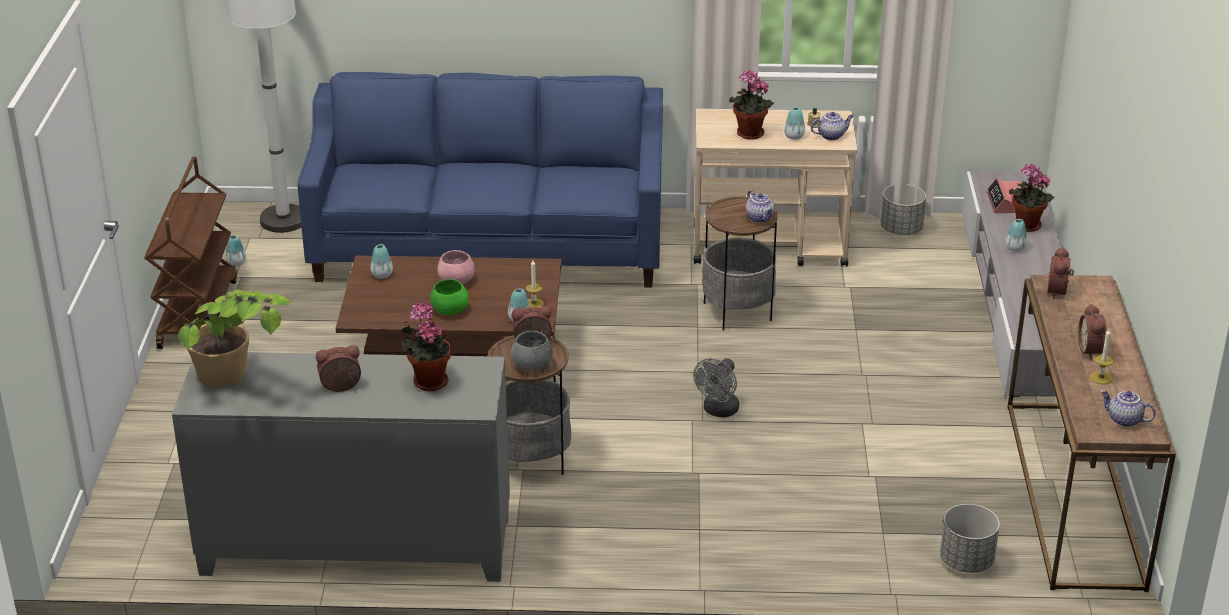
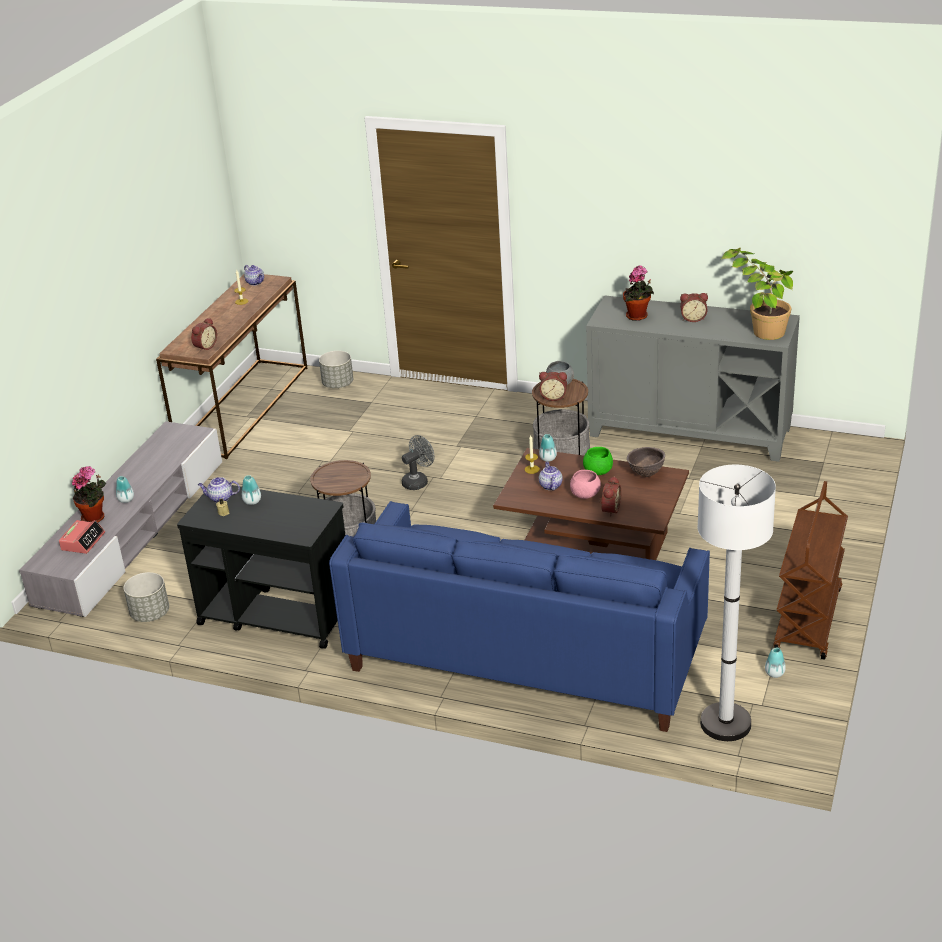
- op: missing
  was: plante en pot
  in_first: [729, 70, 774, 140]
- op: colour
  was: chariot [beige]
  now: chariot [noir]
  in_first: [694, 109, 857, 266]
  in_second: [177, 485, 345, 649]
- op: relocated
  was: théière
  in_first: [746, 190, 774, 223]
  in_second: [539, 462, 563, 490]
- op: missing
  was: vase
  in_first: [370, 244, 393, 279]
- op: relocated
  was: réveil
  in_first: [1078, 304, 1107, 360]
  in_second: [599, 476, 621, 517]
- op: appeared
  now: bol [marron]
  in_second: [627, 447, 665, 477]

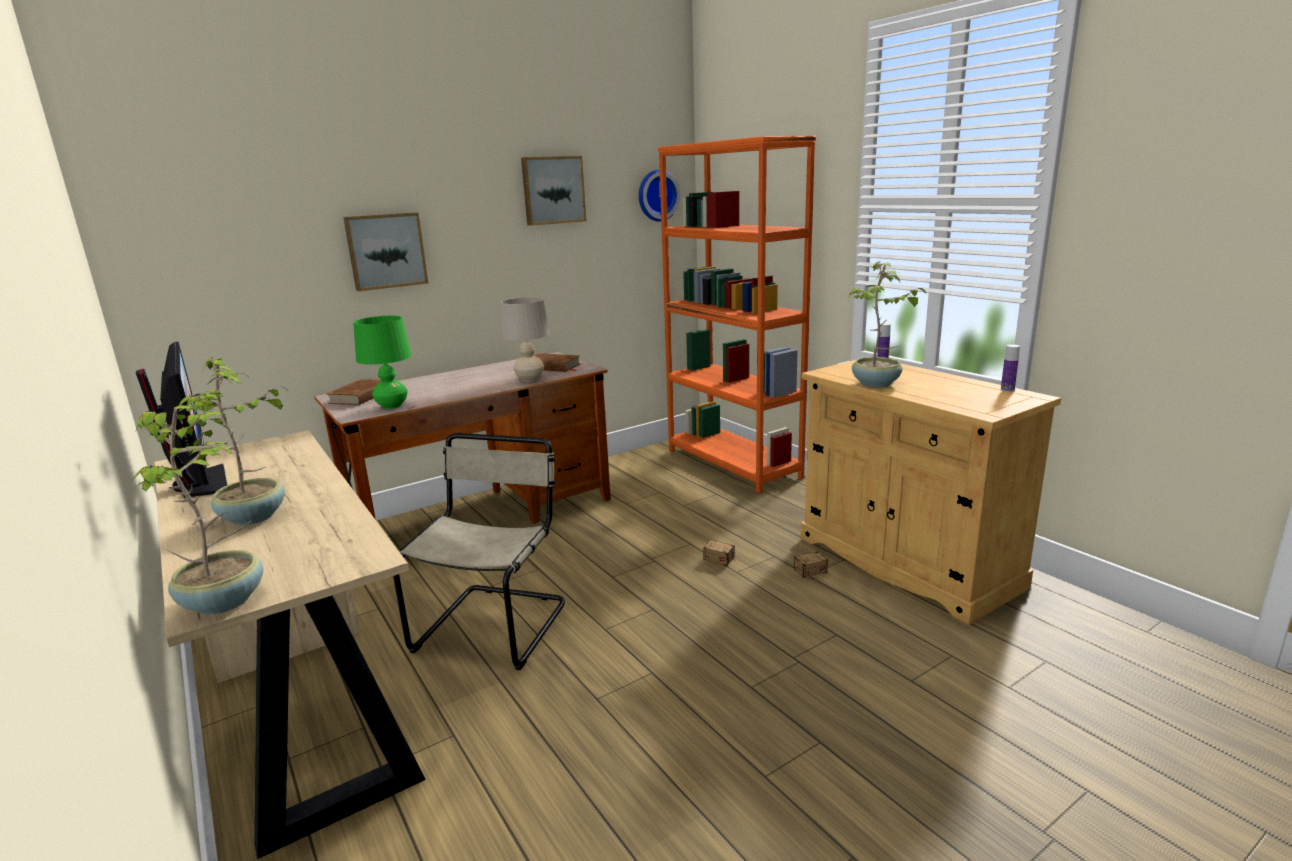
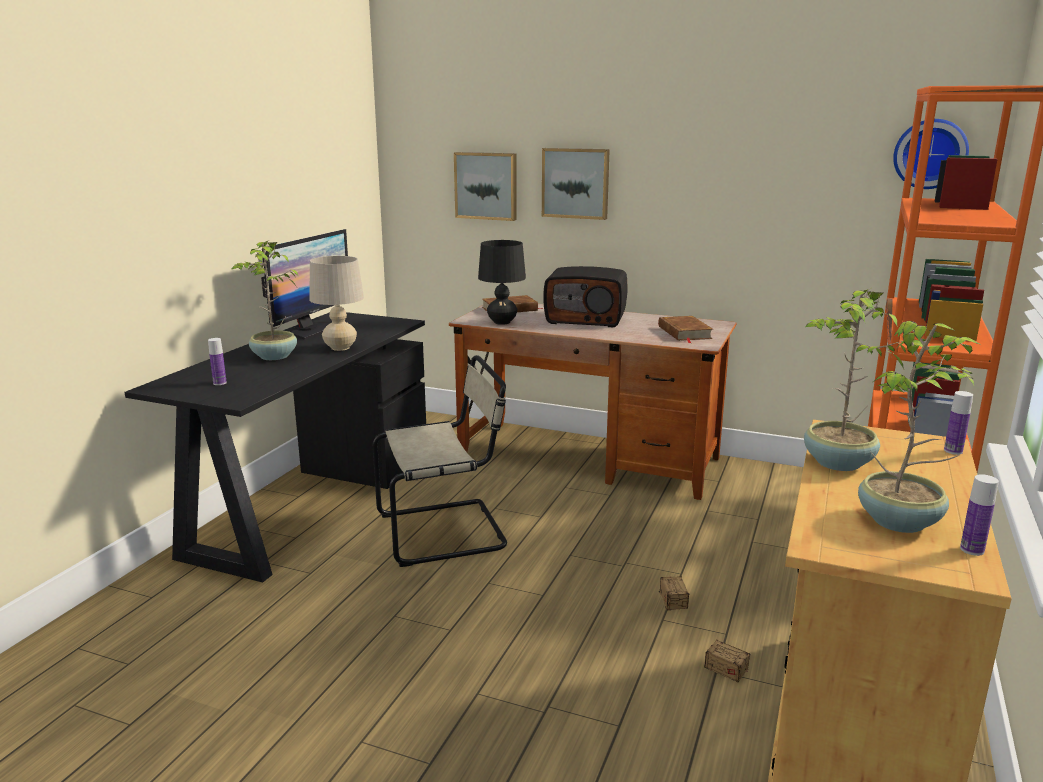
- op: relocated
  was: tableau
  in_first: [521, 156, 586, 226]
  in_second: [454, 152, 517, 221]
- op: relocated
  was: lampe de table [beige]
  in_first: [501, 297, 550, 382]
  in_second: [309, 256, 364, 351]
- op: colour
  was: lampe de table [vert]
  now: lampe de table [noir]
  in_first: [353, 316, 412, 409]
  in_second: [478, 240, 526, 325]
- op: relocated
  was: plante en pot
  in_first: [130, 405, 263, 615]
  in_second: [858, 321, 982, 533]
- op: colour
  was: bureau [beige]
  now: bureau [noir]
  in_first: [154, 430, 426, 859]
  in_second: [125, 312, 426, 583]
- op: appeared
  now: radio
  in_second: [543, 266, 627, 327]
- op: appeared
  now: bouteille
  in_second: [208, 338, 227, 385]

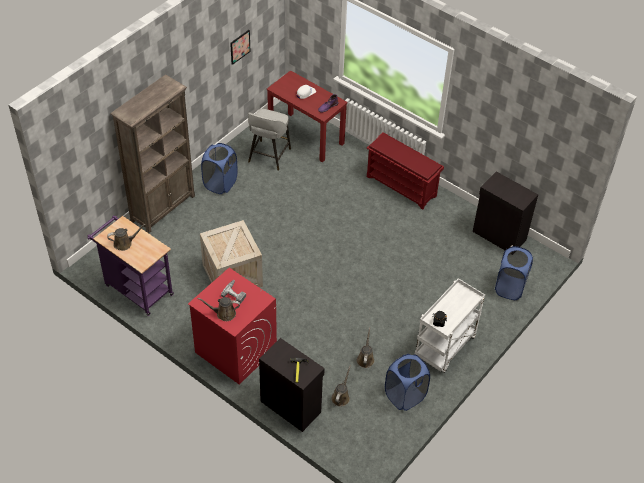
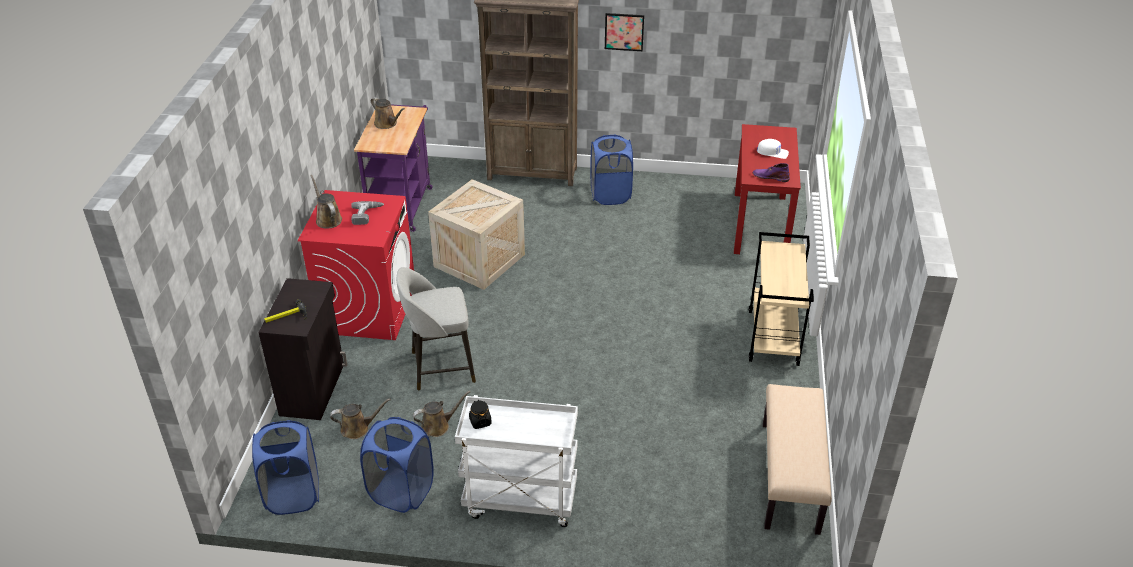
- op: relocated
  was: tableau
  in_first: [230, 30, 251, 65]
  in_second: [605, 13, 644, 51]
- op: relocated
  was: tabouret [gris]
  in_first: [248, 109, 291, 171]
  in_second: [396, 267, 476, 391]
- op: exchanged
  was: étagère à chaussures [rouge]
  now: chariot [beige]
  in_first: [367, 132, 444, 210]
  in_second: [749, 232, 814, 366]
- op: exchanged
  was: meuble de rangement [noir]
  now: banc [beige]
  in_first: [473, 172, 538, 250]
  in_second: [763, 384, 832, 535]
- op: relocated
  was: panier à linge [bleu]
  in_first: [495, 246, 533, 300]
  in_second: [252, 420, 319, 515]

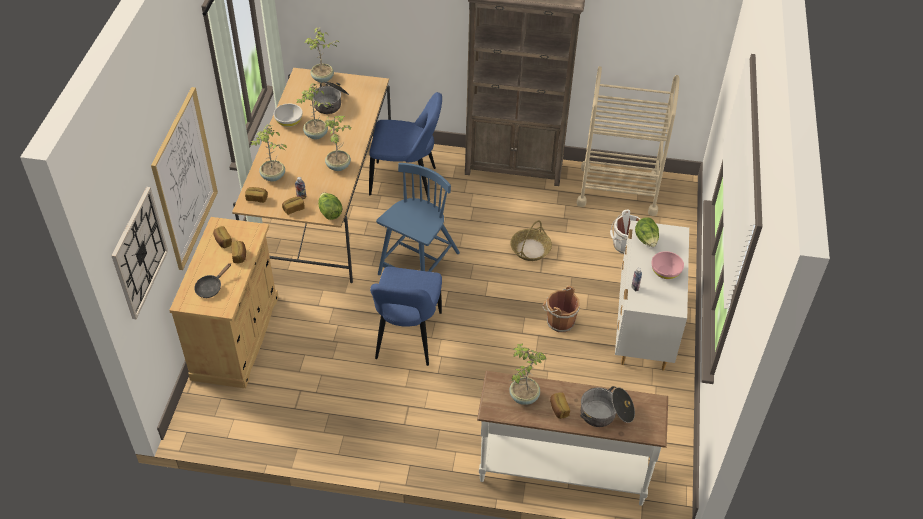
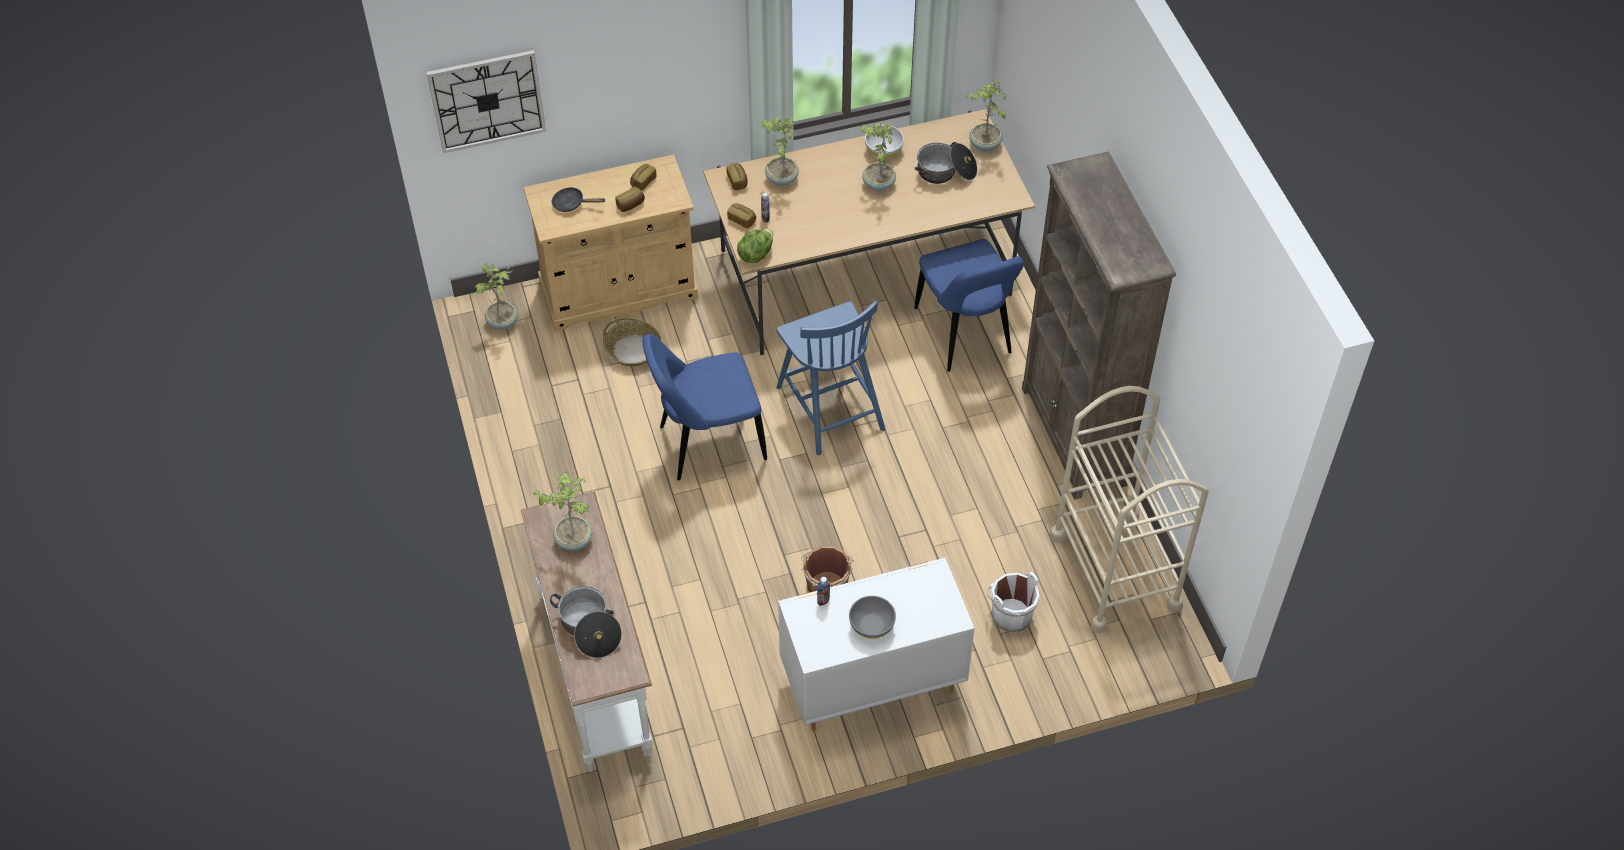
- op: missing
  was: tableau
  in_first: [151, 87, 218, 270]
- op: relocated
  was: plante en pot
  in_first: [324, 116, 353, 171]
  in_second: [475, 263, 518, 330]
- op: spun
  was: chaise [bleu]
  in_first: [376, 163, 460, 275]
  in_second: [776, 300, 885, 455]
  clockwise: 60
- op: missing
  was: laitue
  in_first: [635, 217, 659, 247]
- op: relocated
  was: panier
  in_first: [510, 220, 552, 261]
  in_second: [603, 317, 661, 366]
- op: colour
  was: bol [rose]
  now: bol [gris]
  in_first: [652, 251, 684, 279]
  in_second: [849, 596, 896, 639]
- op: missing
  was: pain
  in_first: [550, 392, 570, 419]

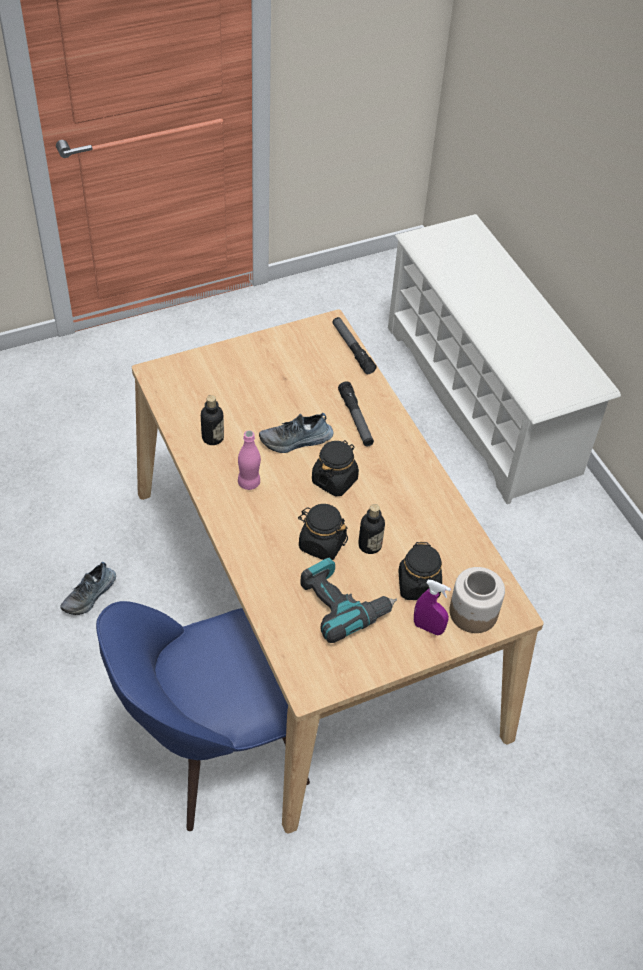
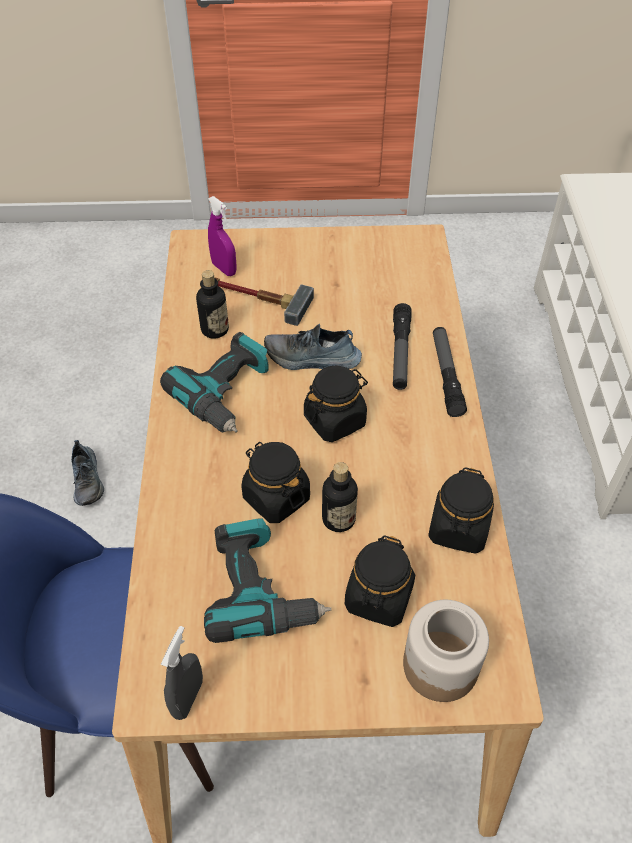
- op: relocated
  was: lampe de poche
  in_first: [333, 317, 376, 374]
  in_second: [433, 327, 467, 417]
- op: exchanged
  was: bouteille [rose]
  now: perceuse
  in_first: [238, 430, 261, 490]
  in_second: [160, 332, 269, 433]
- op: spun
  was: chaussure
  in_first: [60, 562, 116, 615]
  in_second: [71, 440, 104, 506]
  clockwise: -75
- op: relocated
  was: vaporisateur [violet]
  in_first: [414, 580, 451, 635]
  in_second: [208, 196, 237, 276]
- op: appeared
  now: marteau
  in_second: [214, 277, 314, 326]
- op: appeared
  now: bocal [noir]
  in_second: [428, 467, 494, 554]
- op: appeared
  now: vaporisateur [gris]
  in_second: [161, 626, 203, 720]

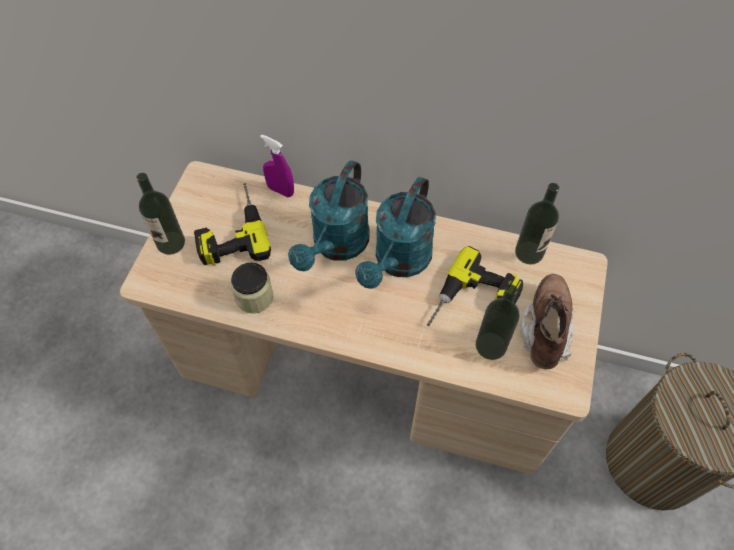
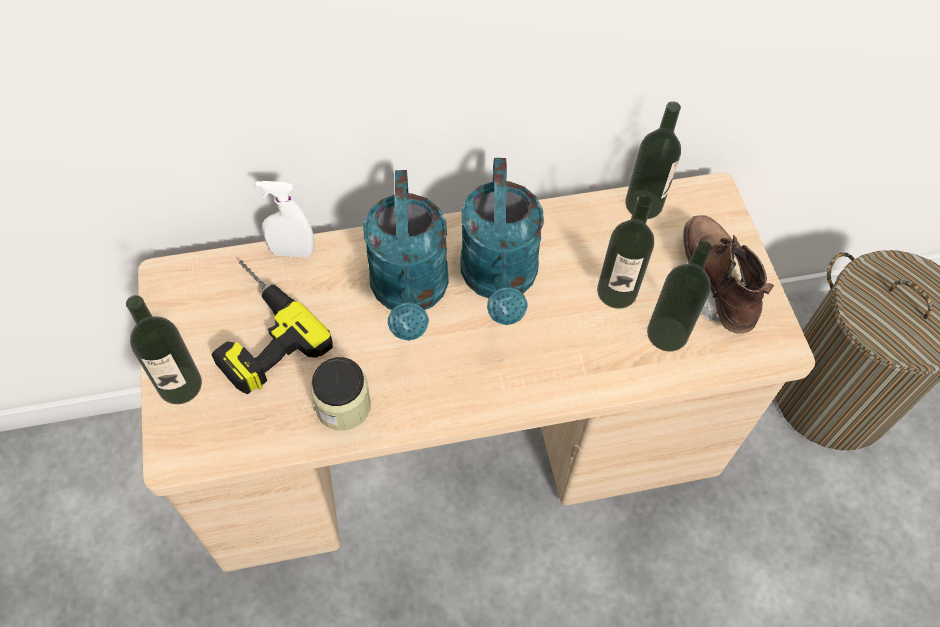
- op: colour
  was: vaporisateur [violet]
  now: vaporisateur [blanc]
  in_first: [260, 134, 294, 198]
  in_second: [256, 181, 314, 257]
- op: exchanged
  was: perceuse
  now: bouteille
  in_first: [427, 246, 523, 326]
  in_second: [597, 195, 654, 309]

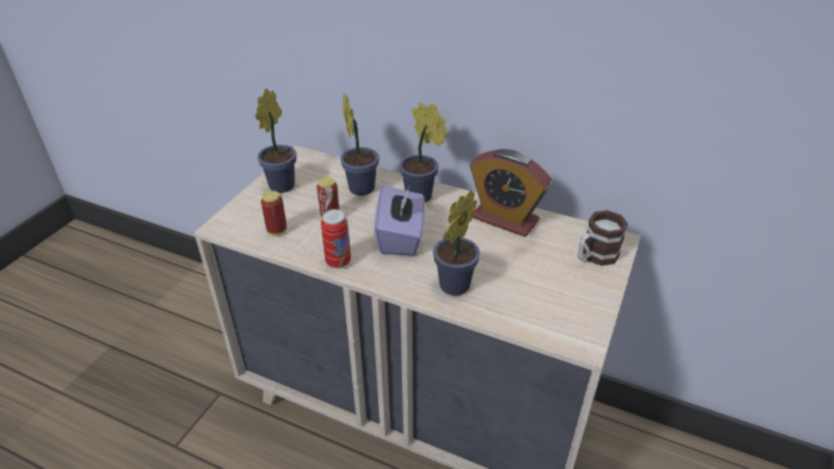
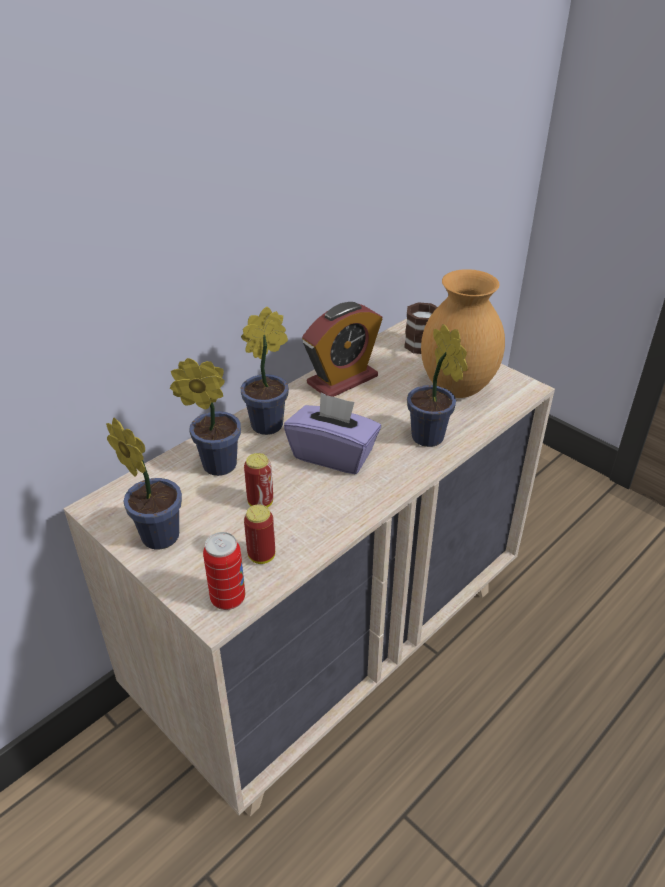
- op: relocated
  was: boîte métallique
  in_first: [321, 209, 351, 268]
  in_second: [203, 532, 245, 610]
- op: appeared
  now: vase [marron]
  in_second: [421, 269, 505, 398]

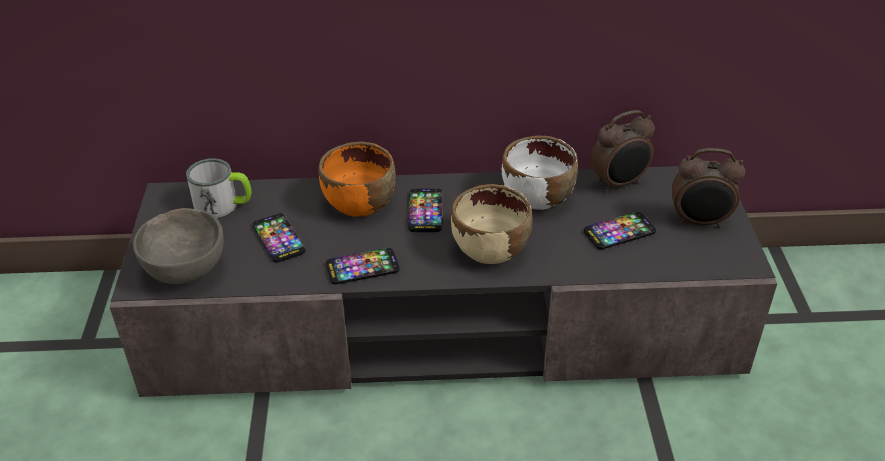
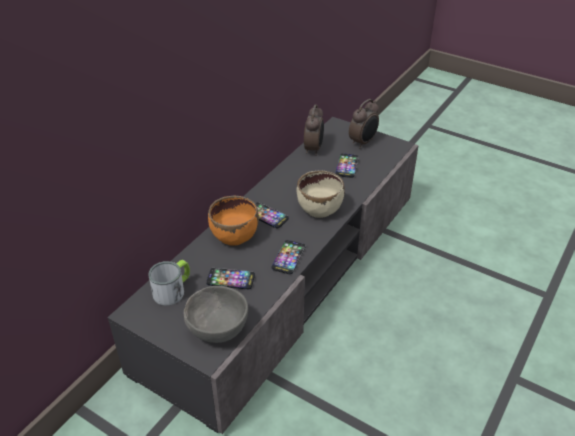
- op: missing
  was: bol [blanc]
  in_first: [502, 135, 578, 210]

